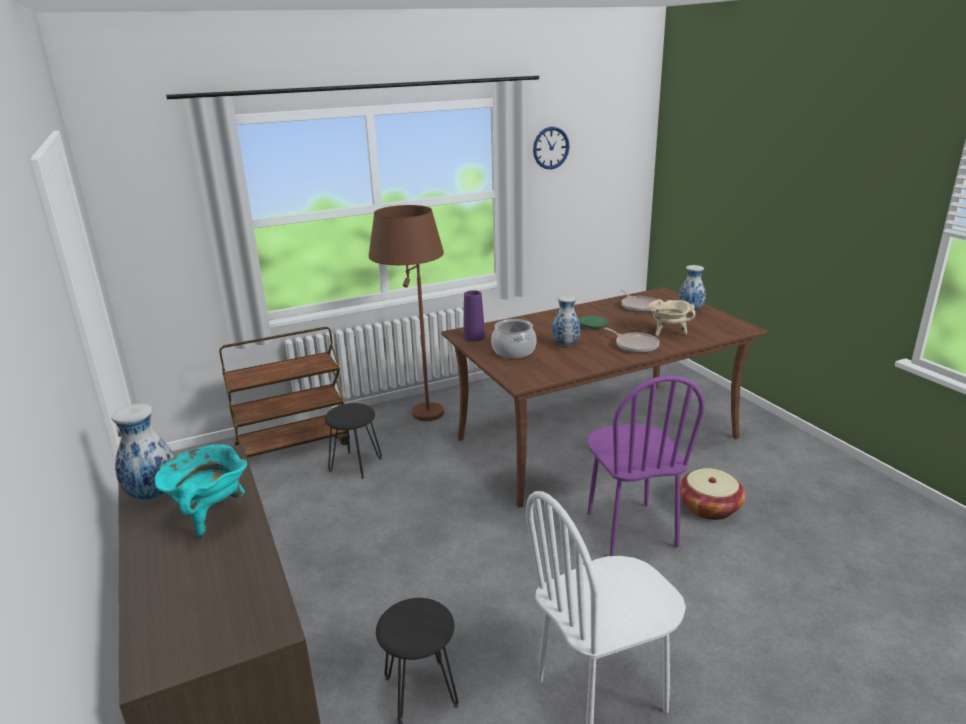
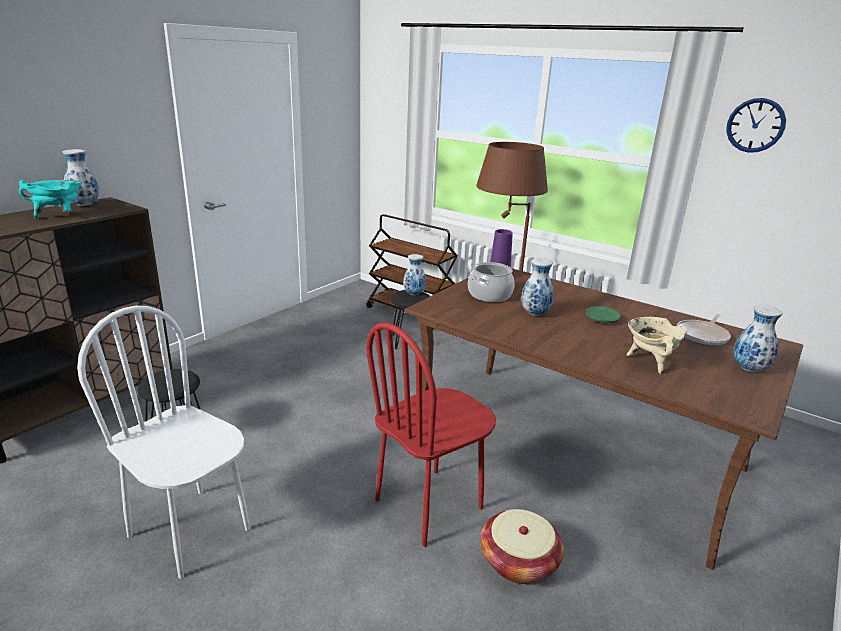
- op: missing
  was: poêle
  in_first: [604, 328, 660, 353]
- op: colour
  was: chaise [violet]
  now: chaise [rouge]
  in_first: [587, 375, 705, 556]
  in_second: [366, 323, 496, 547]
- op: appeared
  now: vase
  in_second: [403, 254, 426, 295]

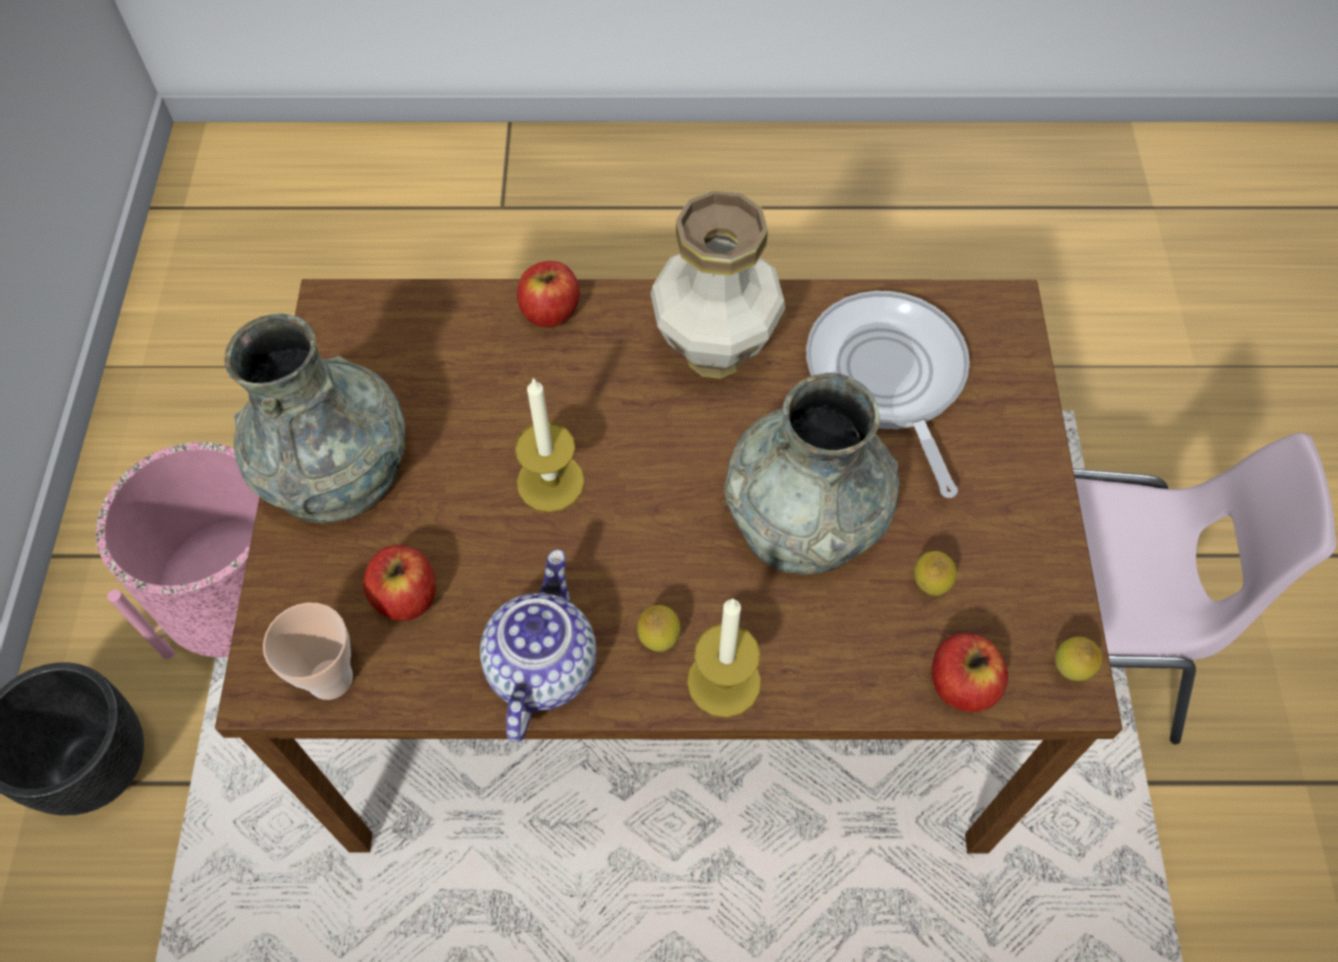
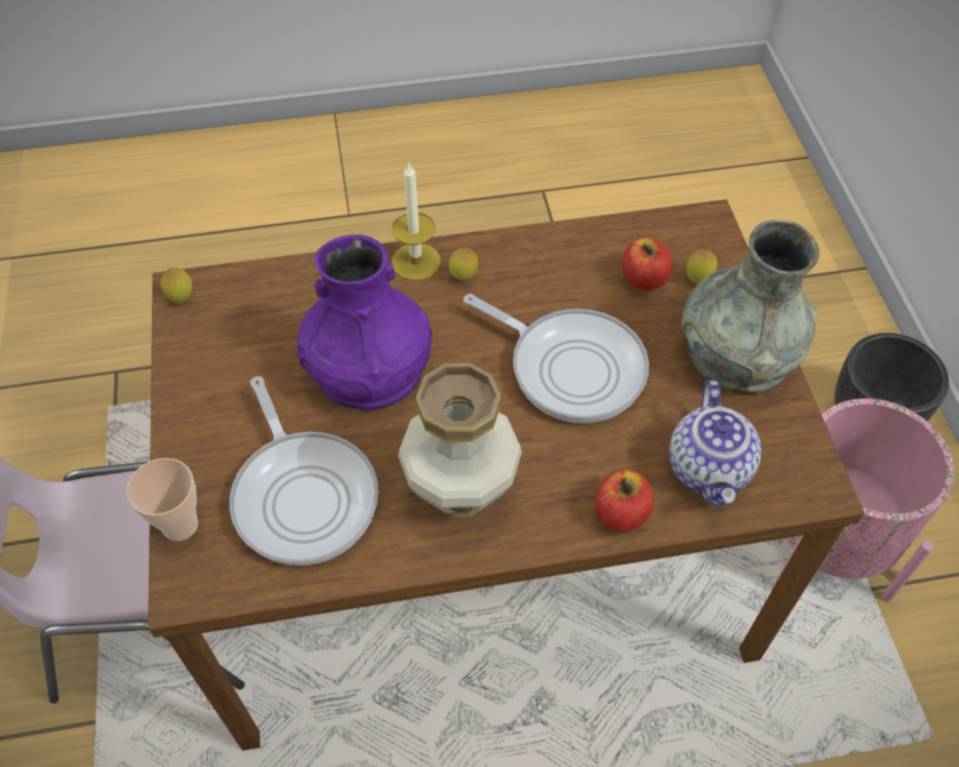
- op: colour
  was: vase [gris]
  now: vase [violet]
  in_first: [724, 373, 900, 575]
  in_second: [297, 235, 432, 410]
- op: exchanged
  was: bougie
  now: poêle
  in_first: [515, 377, 585, 512]
  in_second: [464, 294, 649, 423]
- op: relocated
  was: théière
  in_first: [480, 549, 597, 742]
  in_second: [669, 380, 761, 508]
- op: relocated
  was: citron
  in_first: [914, 551, 957, 596]
  in_second: [686, 250, 717, 284]
- op: relocated
  was: tasse
  in_first: [263, 602, 353, 700]
  in_second: [127, 458, 198, 541]
- op: missing
  was: pomme
  in_first: [932, 633, 1008, 712]

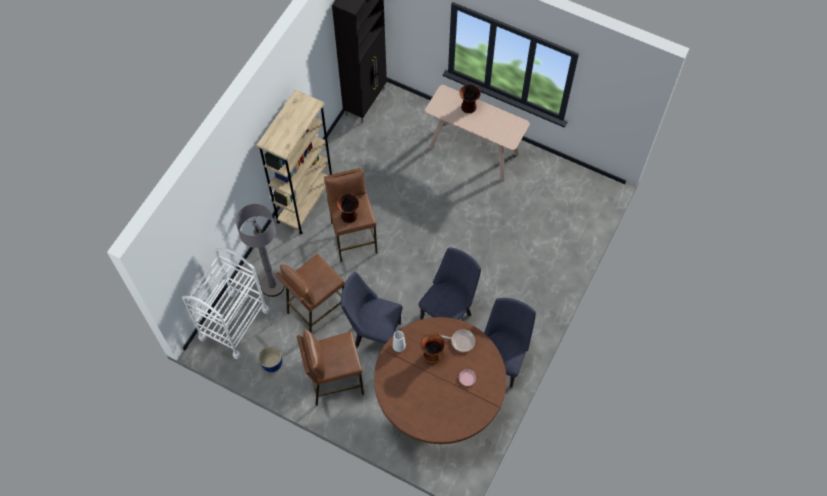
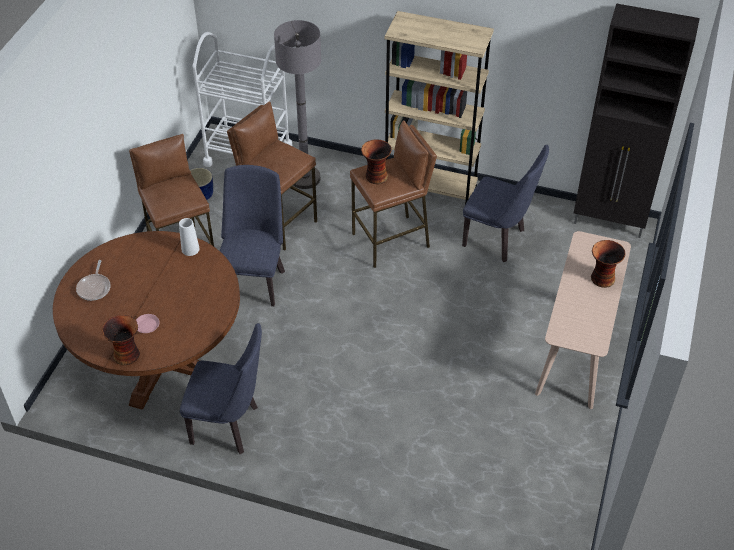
- op: relocated
  was: chaise [bleu]
  in_first: [418, 247, 481, 320]
  in_second: [462, 145, 549, 262]
- op: relocated
  was: poêle
  in_first: [440, 329, 475, 352]
  in_second: [76, 260, 111, 301]
- op: relocated
  was: vase
  in_first: [421, 333, 445, 363]
  in_second: [102, 315, 140, 365]

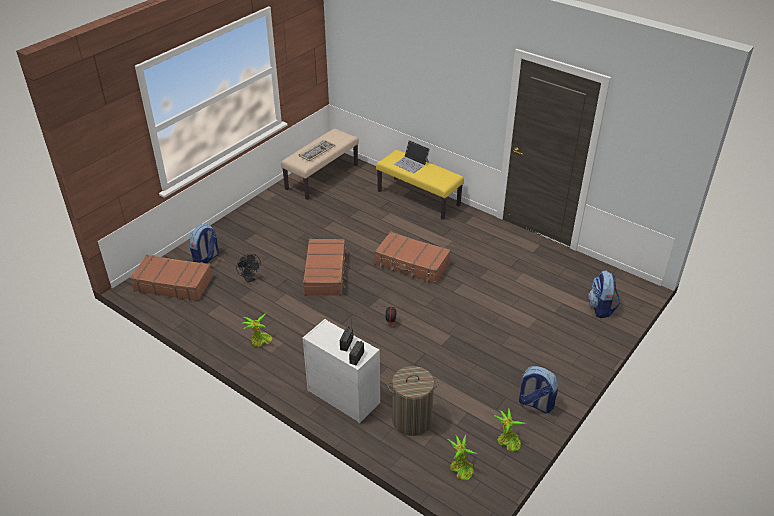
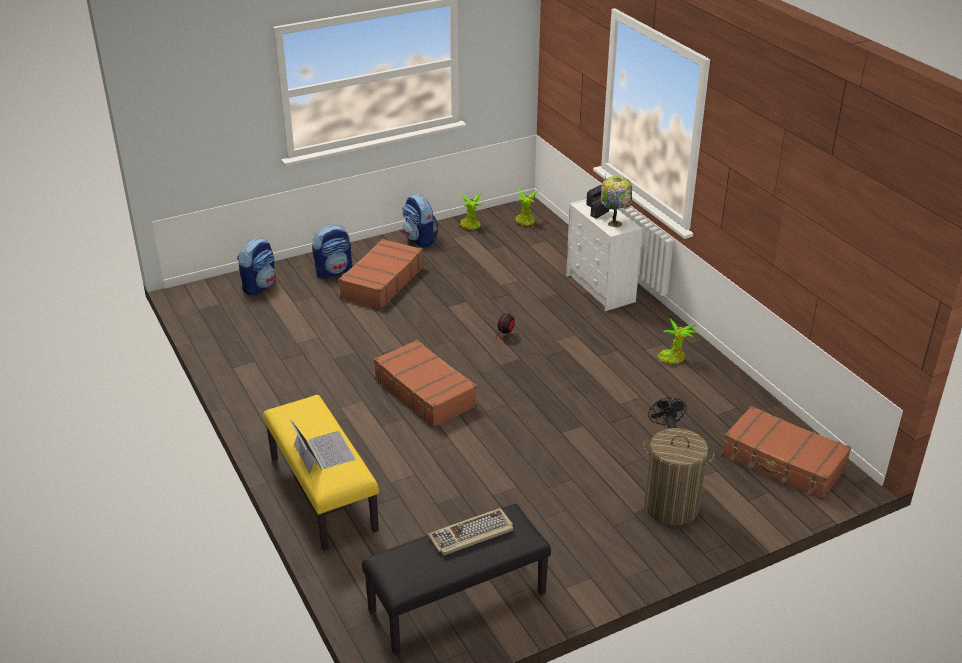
- op: colour
  was: banc [beige]
  now: banc [noir]
  in_first: [281, 128, 359, 200]
  in_second: [362, 504, 551, 655]
- op: relocated
  was: sac à dos
  in_first: [189, 224, 219, 264]
  in_second: [312, 225, 352, 279]
- op: relocated
  was: valise [marron]
  in_first: [303, 239, 348, 296]
  in_second: [339, 239, 424, 309]
- op: relocated
  was: panier à linge
  in_first: [387, 366, 439, 436]
  in_second: [643, 428, 714, 526]
- op: appeared
  now: lampe de table
  in_second: [601, 176, 632, 227]

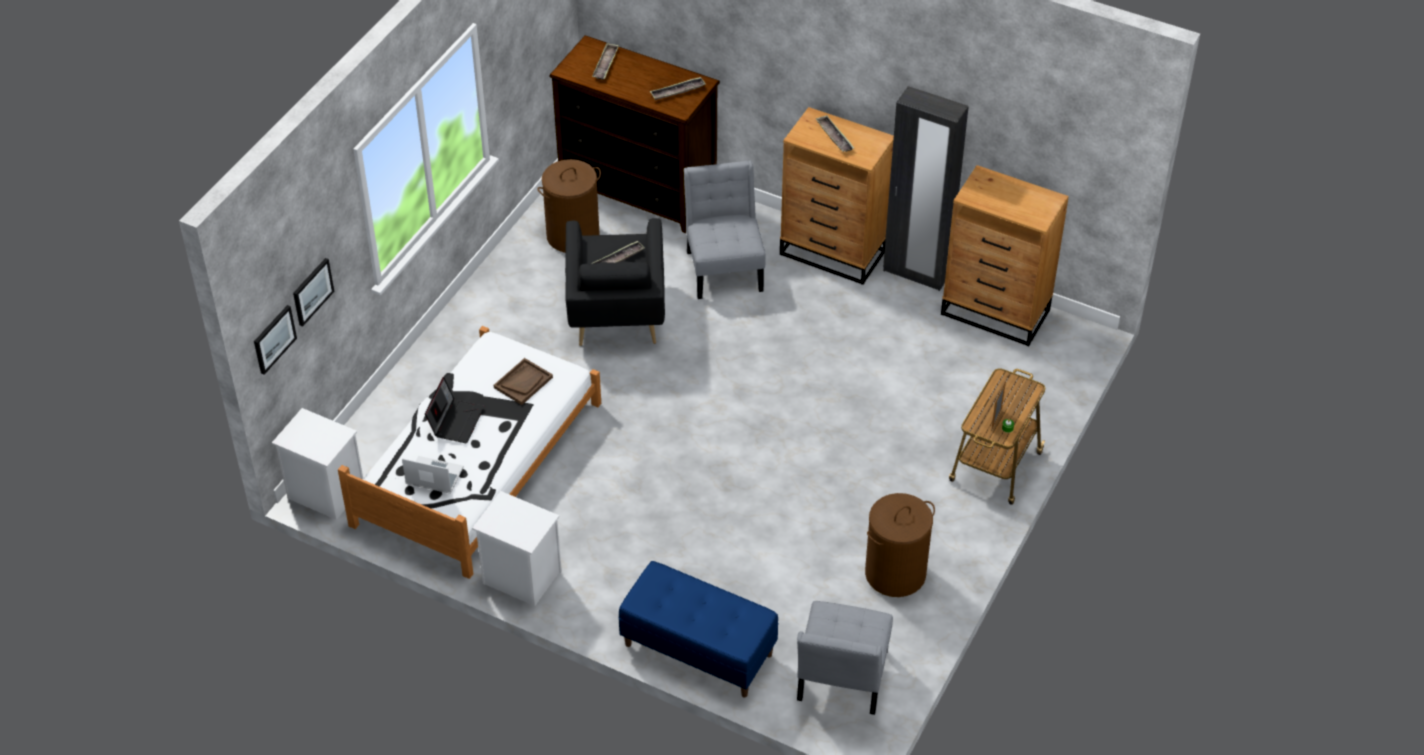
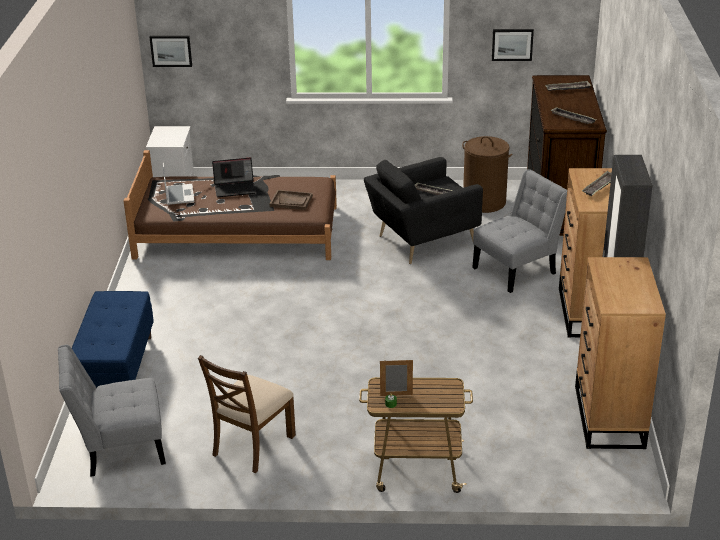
- op: relocated
  was: tableau
  in_first: [293, 258, 334, 327]
  in_second: [492, 29, 534, 61]
- op: colour
  was: lit [blanc]
  now: lit [marron]
  in_first: [338, 326, 601, 579]
  in_second: [124, 150, 337, 260]
- op: missing
  was: table de chevet [blanc]
  in_first: [472, 491, 562, 606]
- op: exchanged
  was: panier à linge [marron]
  now: chaise [marron]
  in_first: [865, 493, 935, 597]
  in_second: [198, 355, 296, 473]

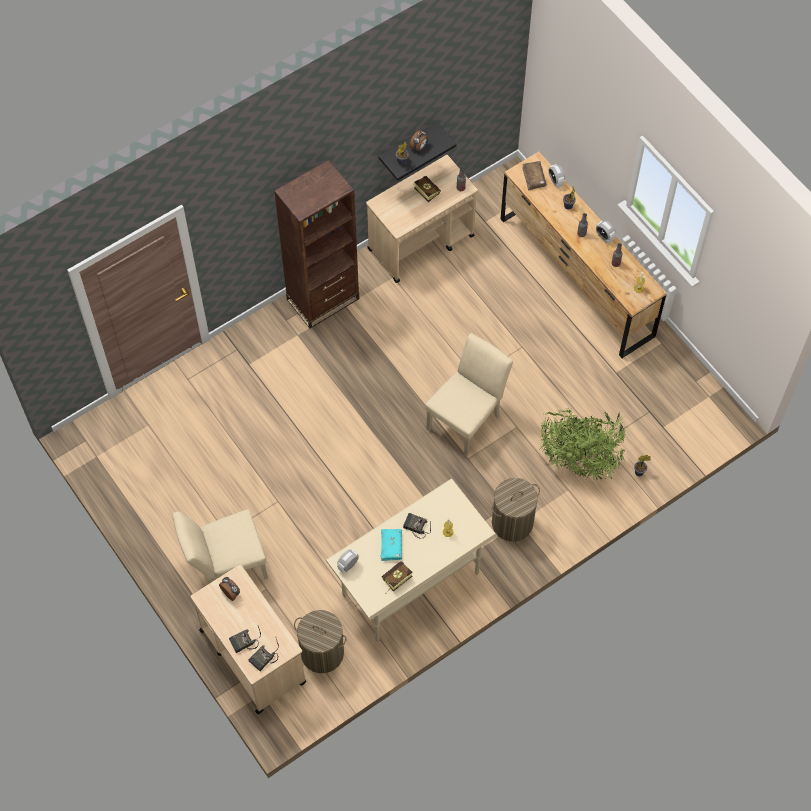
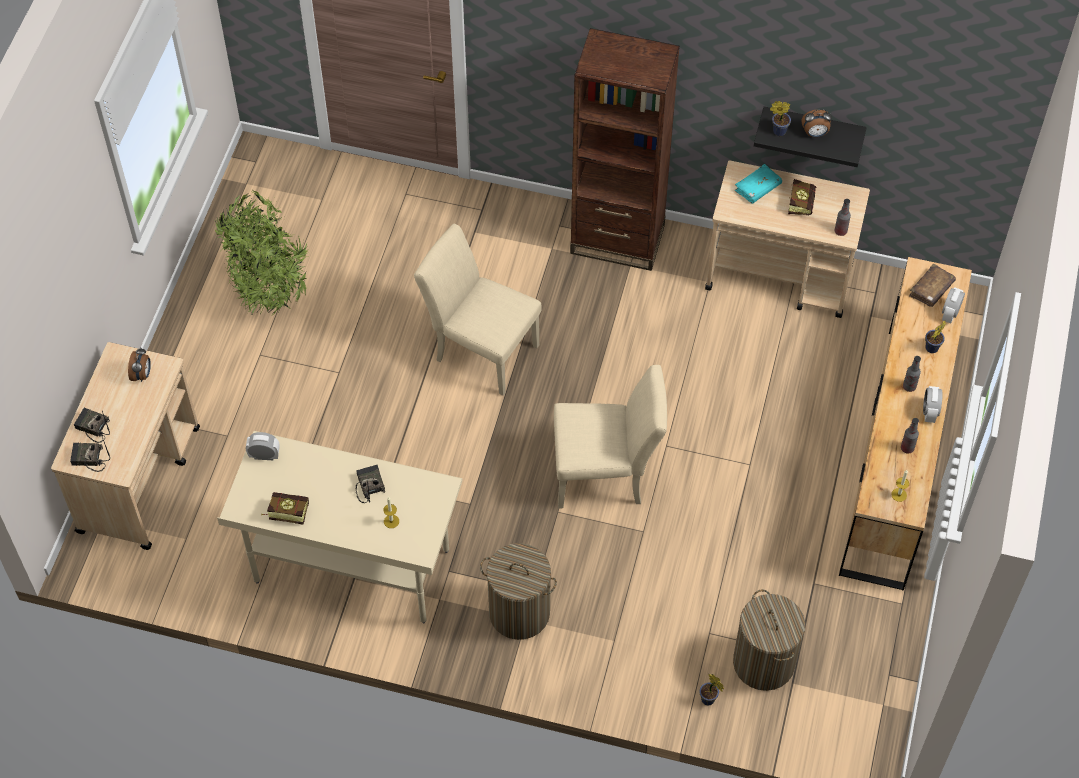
- op: relocated
  was: plante en pot
  in_first: [539, 406, 626, 481]
  in_second: [214, 190, 310, 316]
- op: relocated
  was: chaise [beige]
  in_first: [172, 510, 268, 583]
  in_second: [414, 224, 542, 396]
- op: relocated
  was: livre [turquoise]
  in_first: [381, 529, 402, 561]
  in_second: [735, 164, 782, 204]
- op: relocated
  was: panier à linge
  in_first: [294, 610, 347, 673]
  in_second: [733, 589, 805, 691]

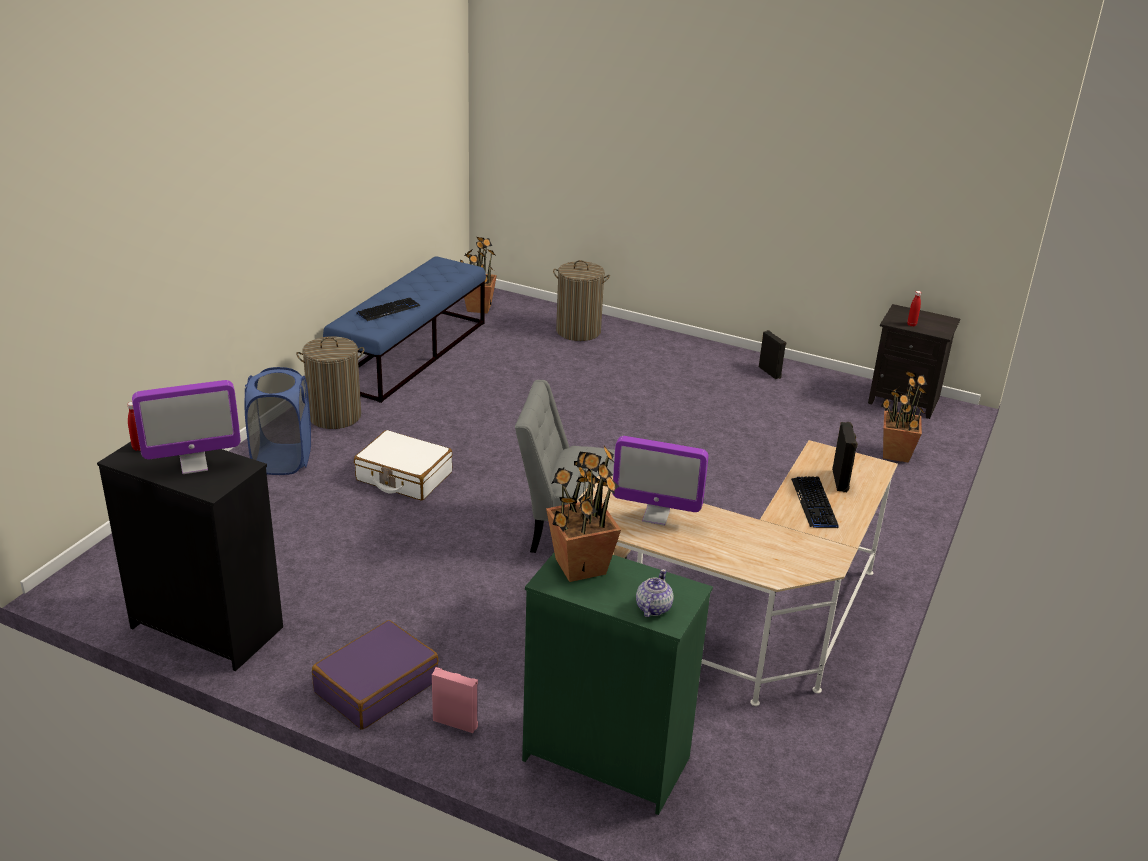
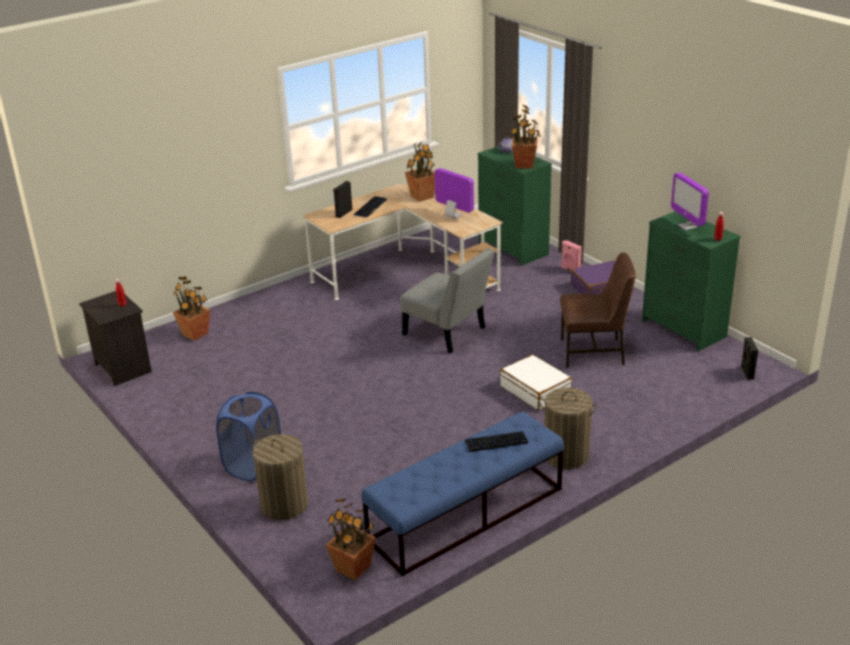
- op: relocated
  was: enceinte [noir]
  in_first: [759, 330, 786, 379]
  in_second: [741, 337, 758, 380]
- op: relocated
  was: panier à linge [bleu]
  in_first: [245, 367, 311, 475]
  in_second: [216, 392, 281, 481]
- op: spun
  was: écran d'ordinateur
  in_first: [132, 380, 241, 474]
  in_second: [671, 173, 709, 230]
  clockwise: -120
- op: colour
  was: commode [noir]
  now: commode [vert]
  in_first: [97, 442, 283, 671]
  in_second: [642, 211, 741, 351]
- op: appeared
  now: plante en pot
  in_second: [405, 141, 435, 202]
- op: appeared
  now: chaise [marron]
  in_second: [560, 253, 636, 368]

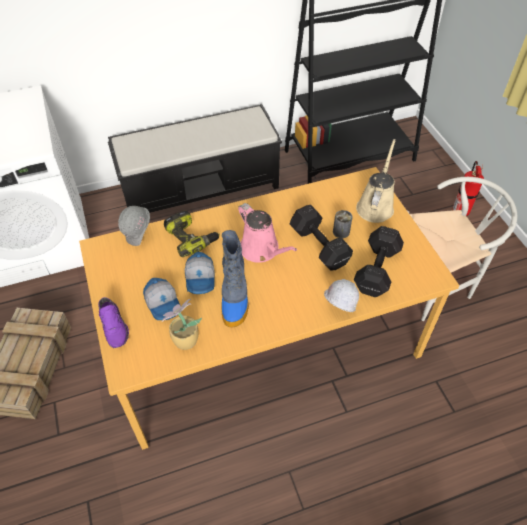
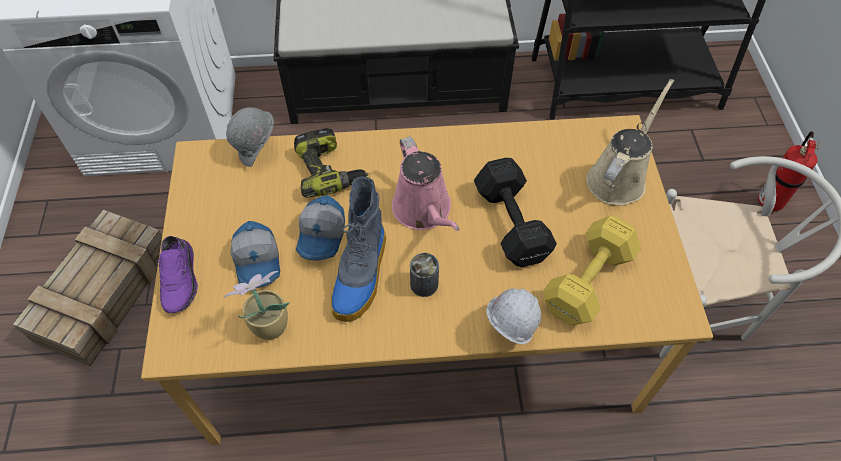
- op: relocated
  was: boîte métallique
  in_first: [333, 210, 353, 238]
  in_second: [410, 253, 439, 297]
- op: colour
  was: haltère [noir]
  now: haltère [jaune]
  in_first: [354, 226, 404, 297]
  in_second: [543, 216, 641, 325]

